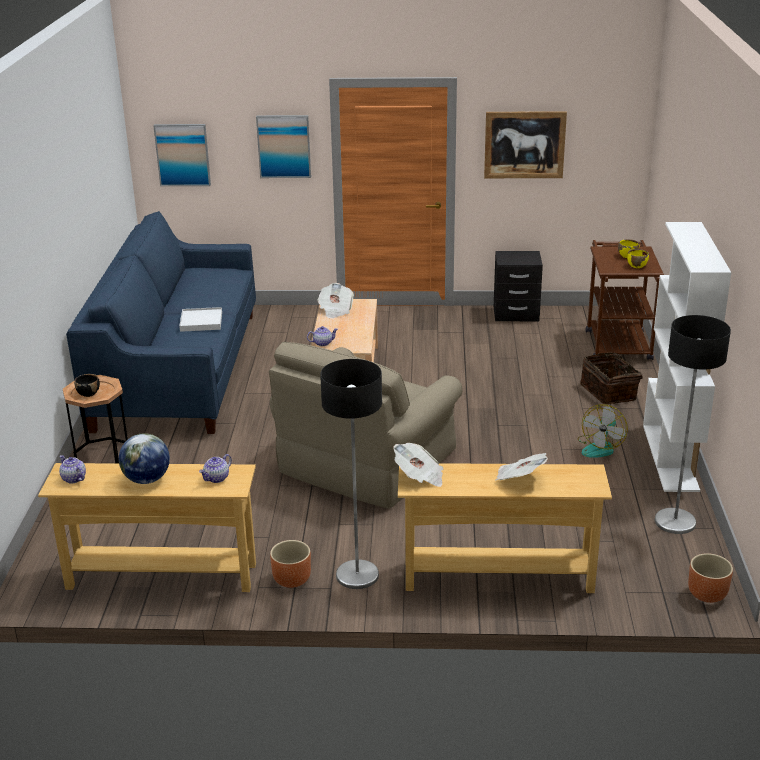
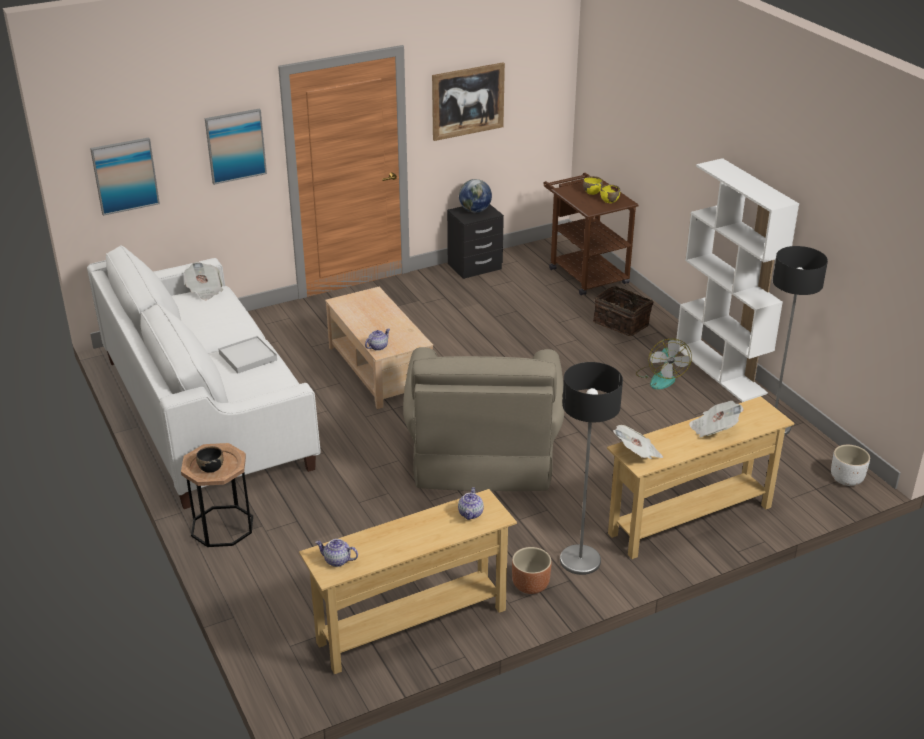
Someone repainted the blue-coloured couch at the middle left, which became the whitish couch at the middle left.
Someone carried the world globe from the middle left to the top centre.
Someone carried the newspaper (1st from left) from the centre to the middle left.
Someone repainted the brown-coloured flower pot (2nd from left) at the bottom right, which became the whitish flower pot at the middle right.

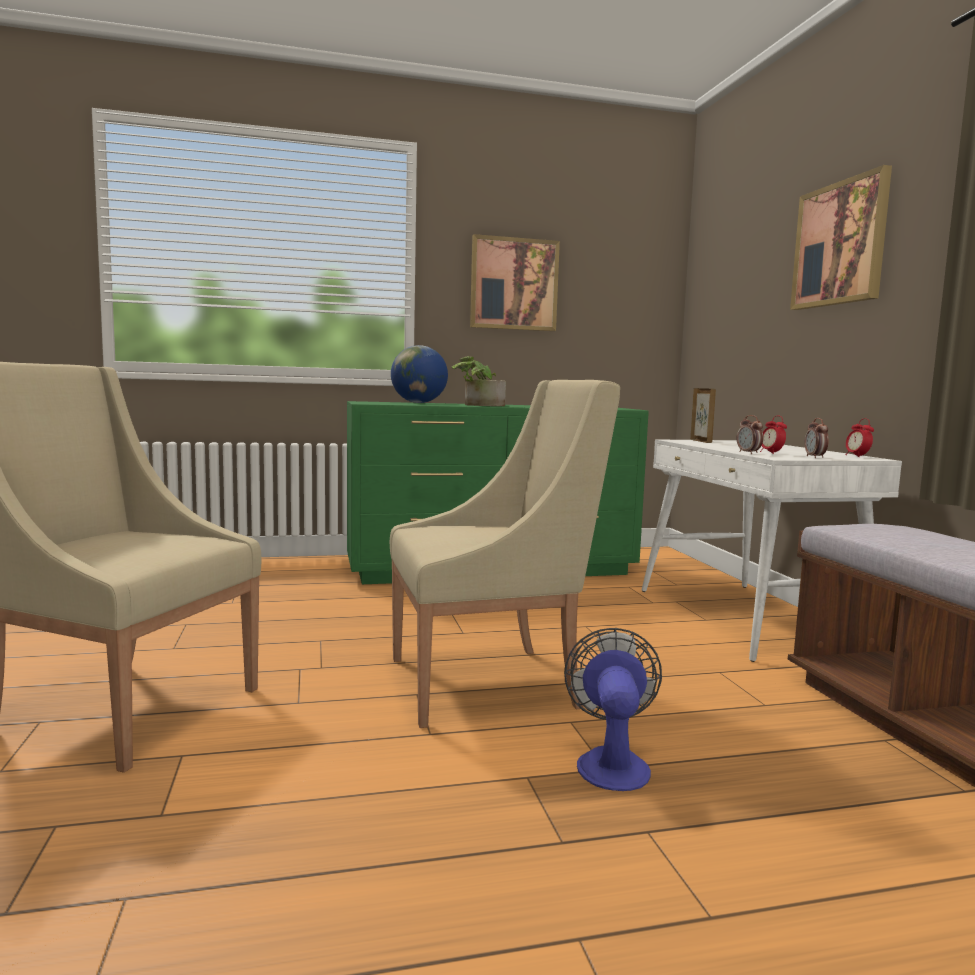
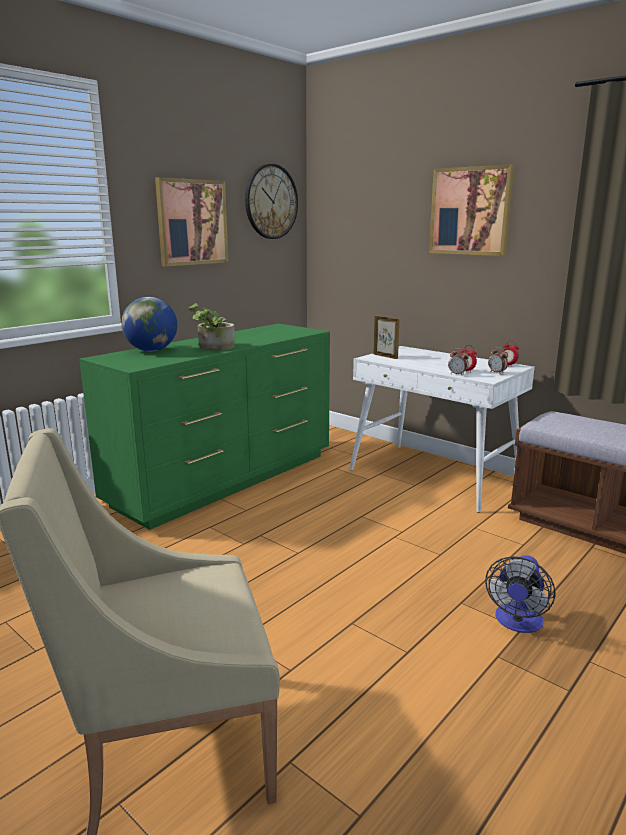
Someone took away the sand-coloured lounge chair (2nd from left) at the centre.
Someone rotated the fan at the bottom centre by 120 degrees counterclockwise.
Someone put up the wall clock at the top centre.

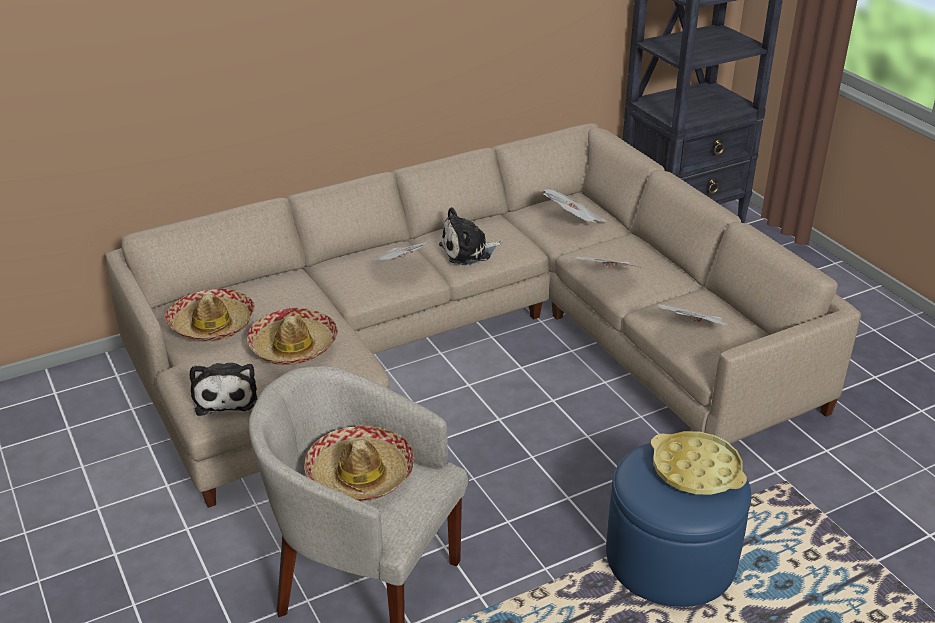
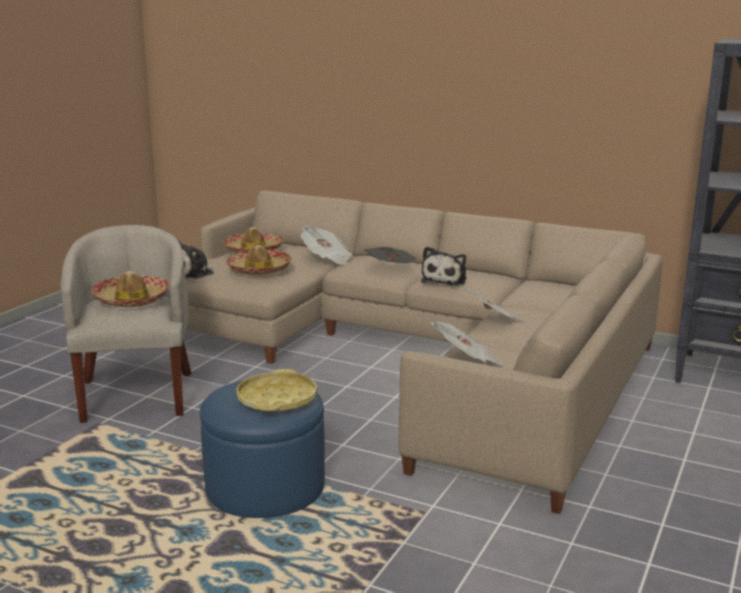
Someone rotated the cuddly toy (2nd from left) at the centre by 105 degrees counterclockwise.
Someone carried the newspaper (2nd from left in the first image) from the top centre to the centre.

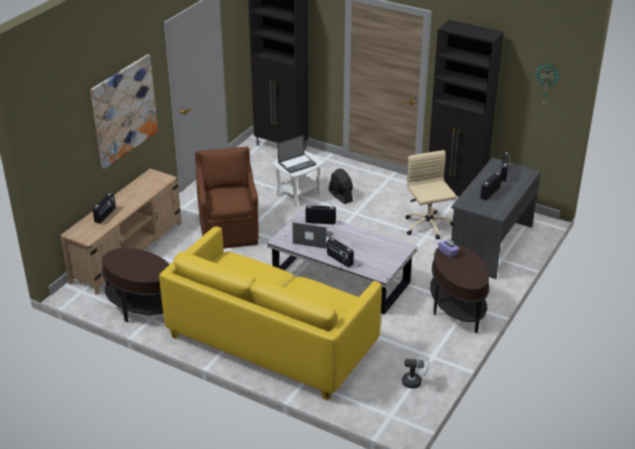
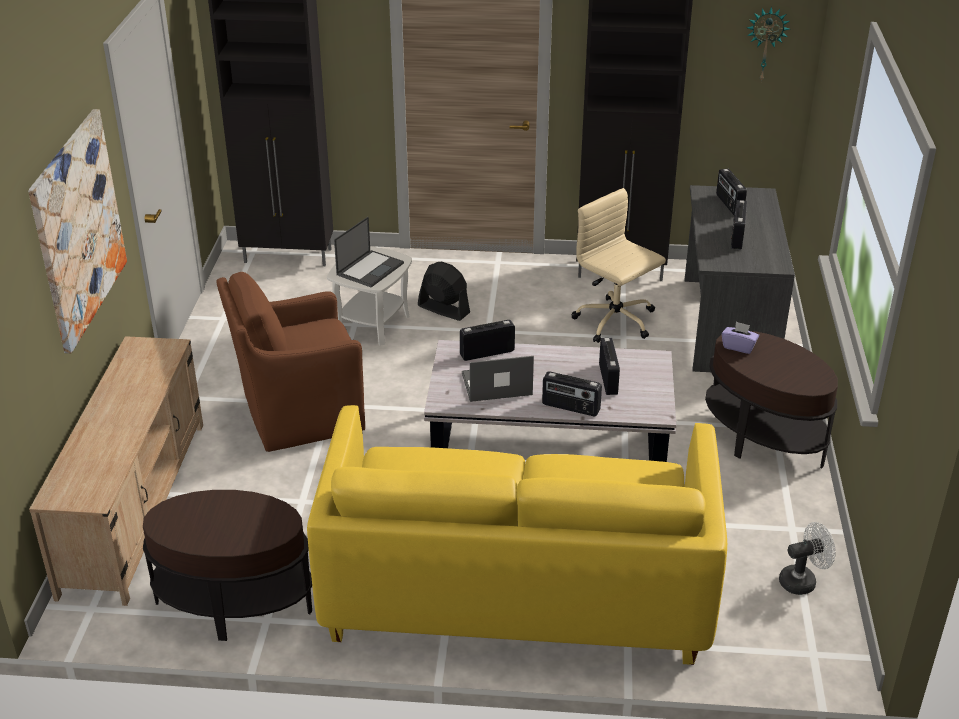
Someone carried the radio receiver (1st from left in the first image) from the middle left to the centre.
Someone rotated the brown-coloured lounge chair at the centre by 75 degrees counterclockwise.

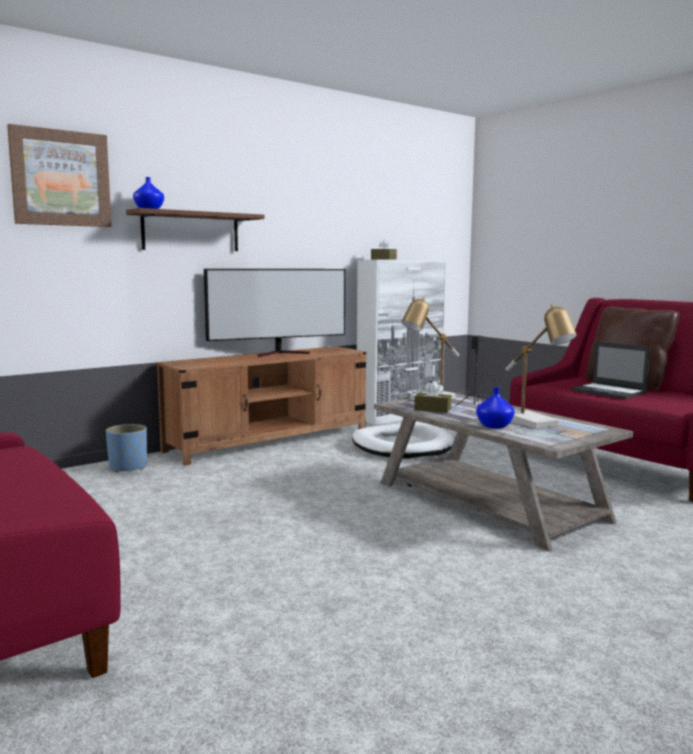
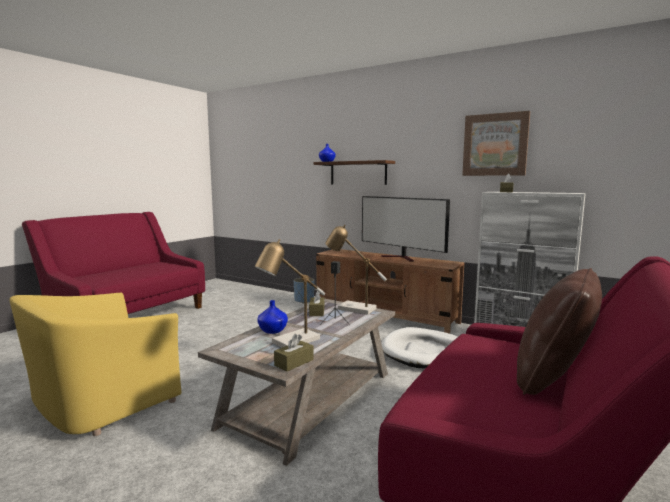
Someone carried the wall picture from the top left to the top right.
Someone took away the portable computer at the middle right.
Someone put down the yellow lounge chair at the bottom left.
Someone put down the brown-coloured box of tissues (1st from left) at the bottom centre.

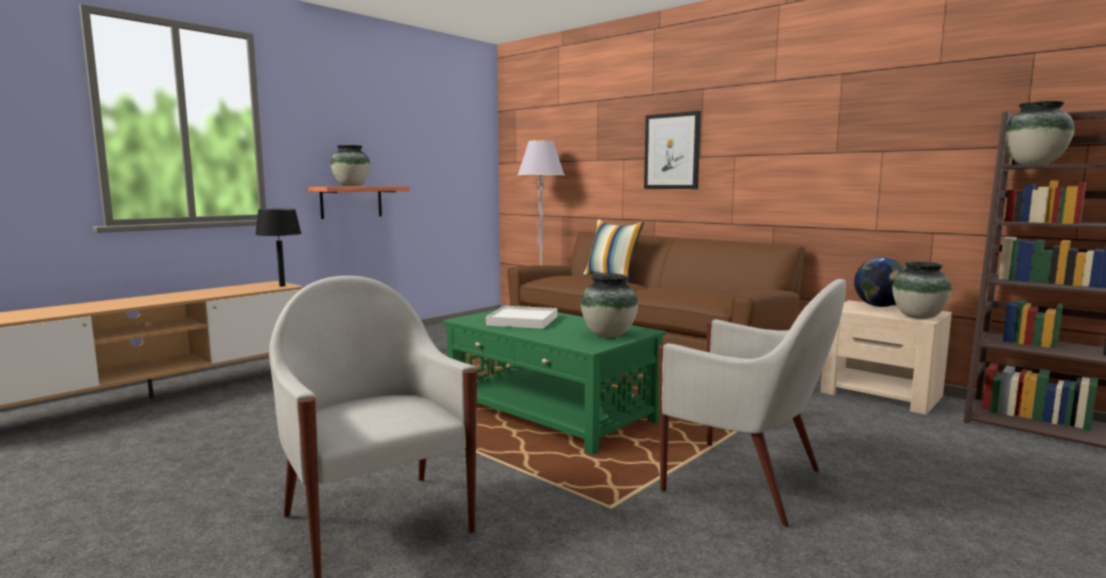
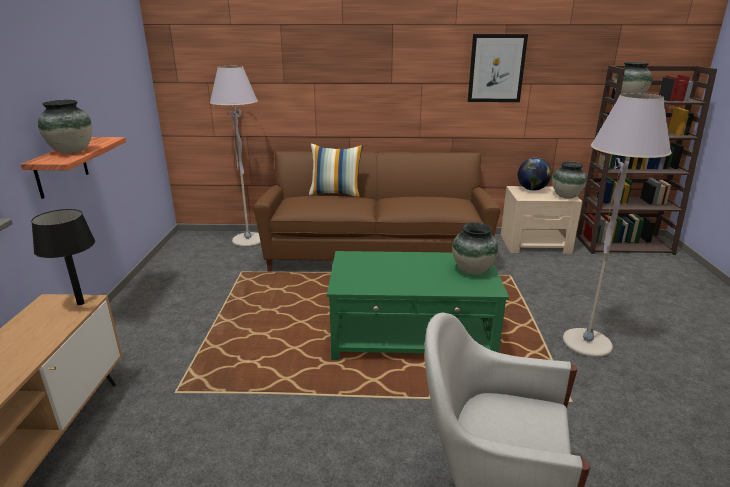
Someone took away the whitish serving tray at the centre.
Someone carried the wall picture from the top centre to the top right.
Someone swapped the whitish lounge chair (2nd from left) at the bottom right for the grey standing lamp (2nd from left) at the middle right.

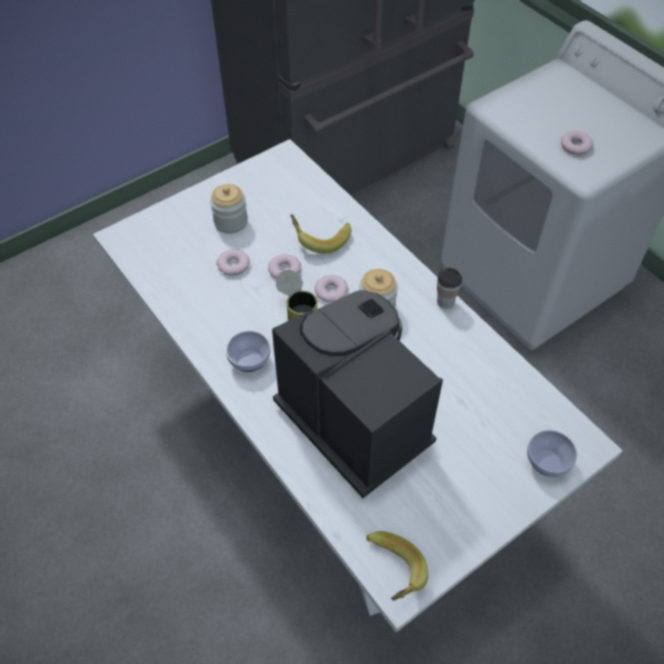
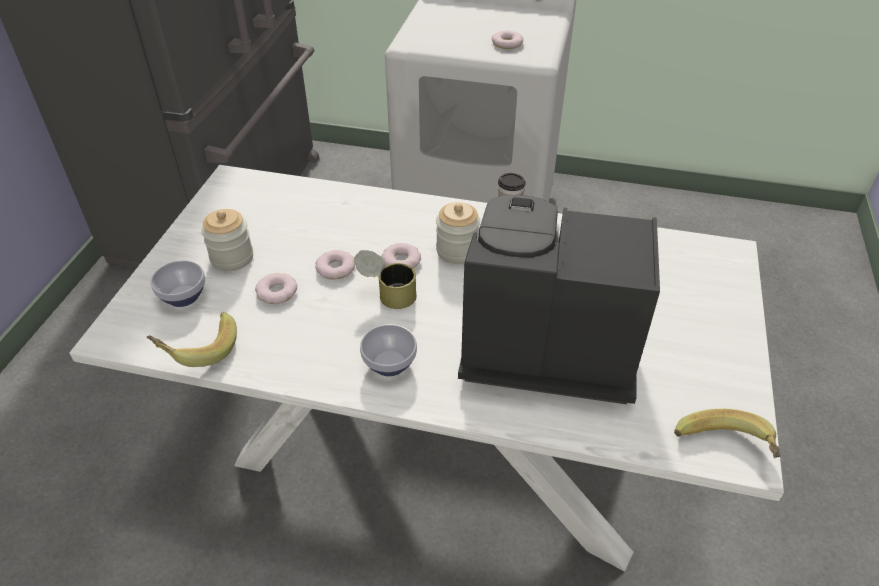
Someone carried the whole banana (1st from left) from the centre to the middle left.
Someone carried the bowl (2nd from left in the first image) from the bottom right to the middle left.

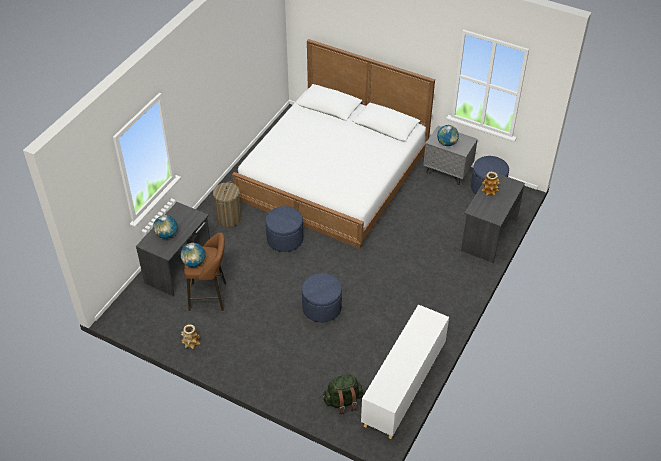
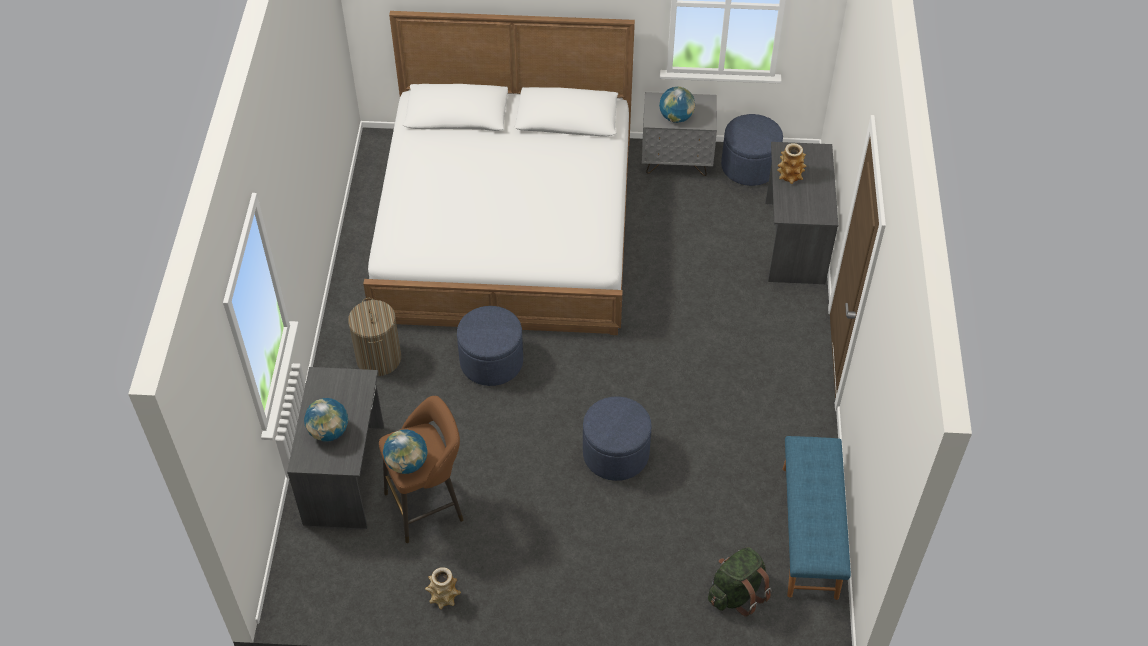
Someone swapped the whitish storage cabinet at the bottom centre for the blue-coloured bench at the bottom right.

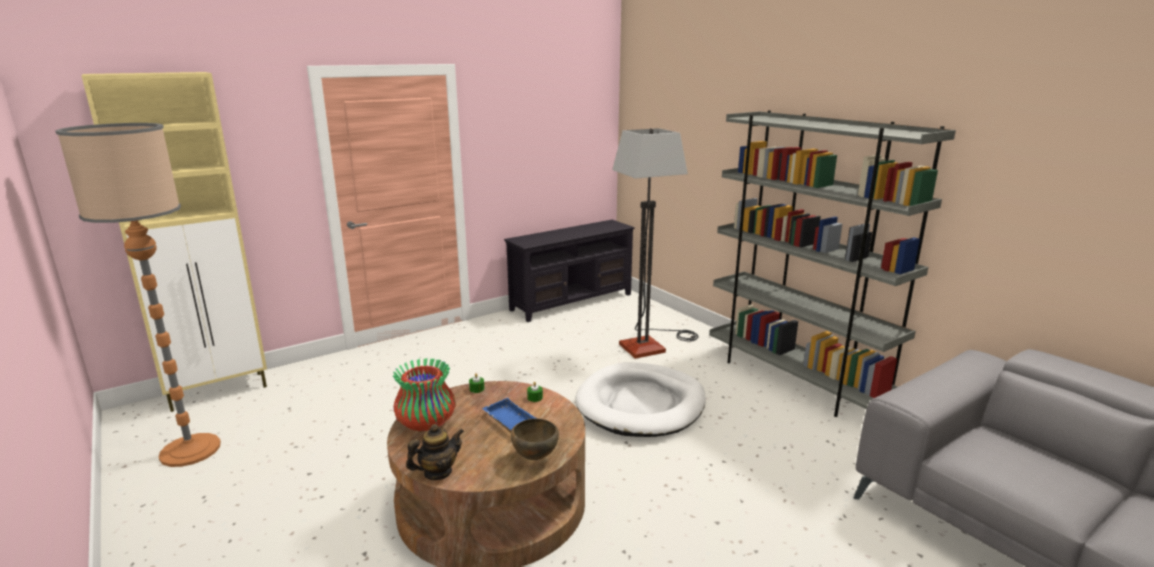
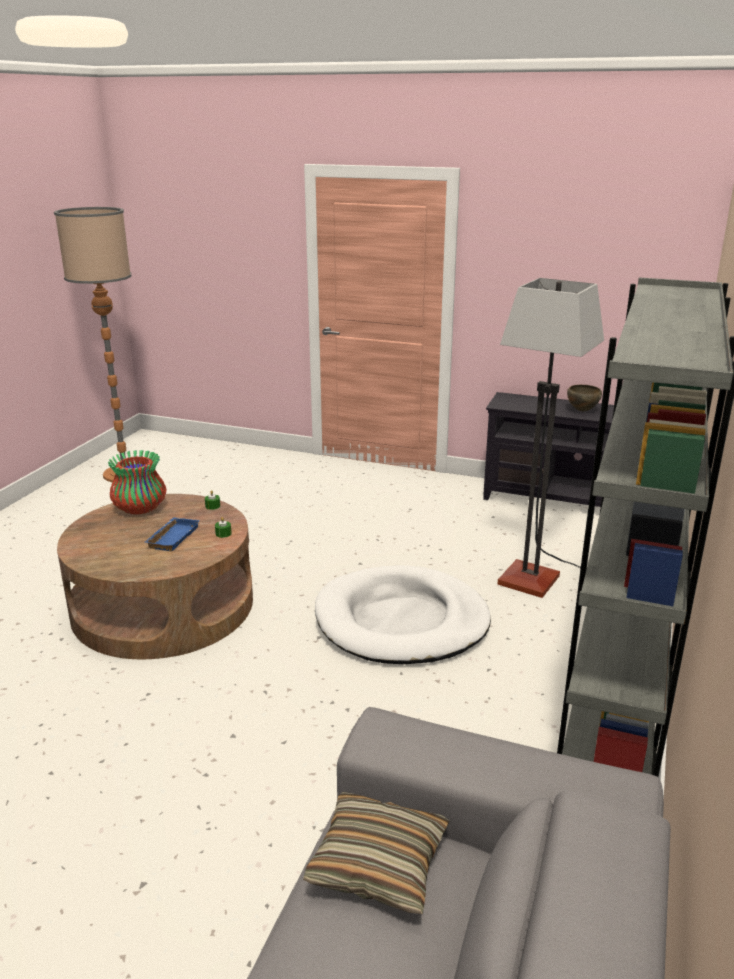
Someone took away the sand-coloured storage cabinet at the middle left.
Someone took away the pot for tea at the bottom centre.
Someone carried the brown-coloured bowl from the bottom centre to the middle right.
Someone put down the throw pillow at the bottom centre.

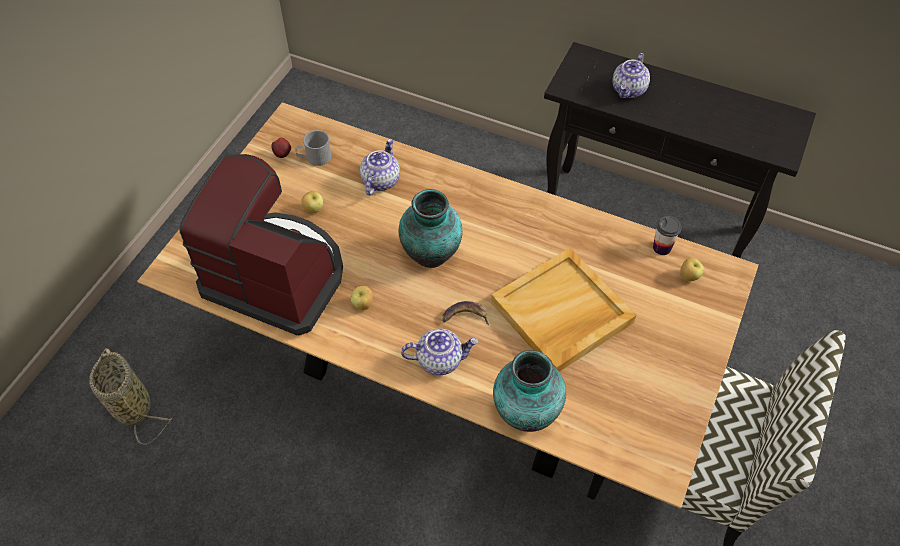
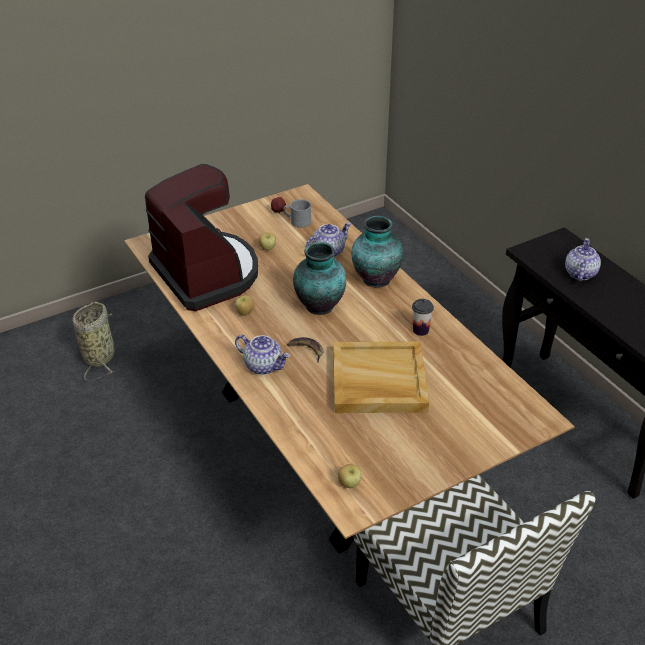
Someone carried the vase (2nd from left) from the bottom centre to the centre.
Someone rotated the pot for tea (3rd from left) at the top right by 135 degrees clockwise.
Someone carried the cup from the middle right to the centre.
Someone carried the apple (4th from left) from the middle right to the bottom centre.

